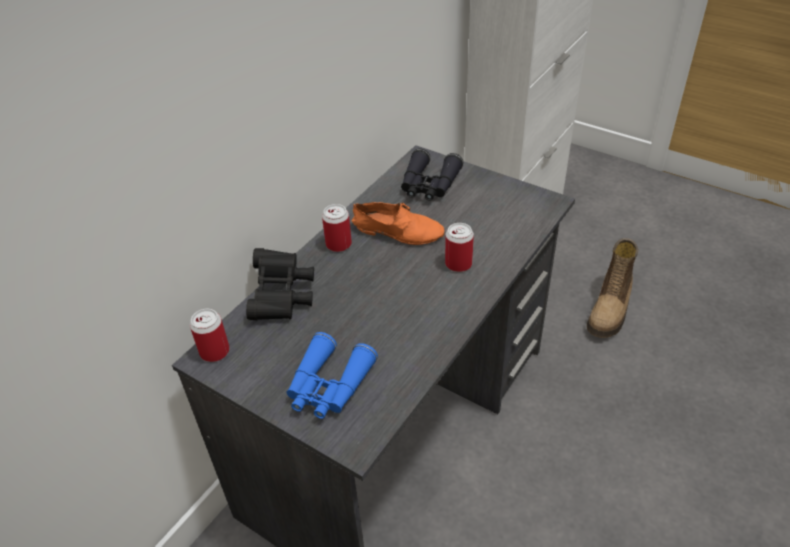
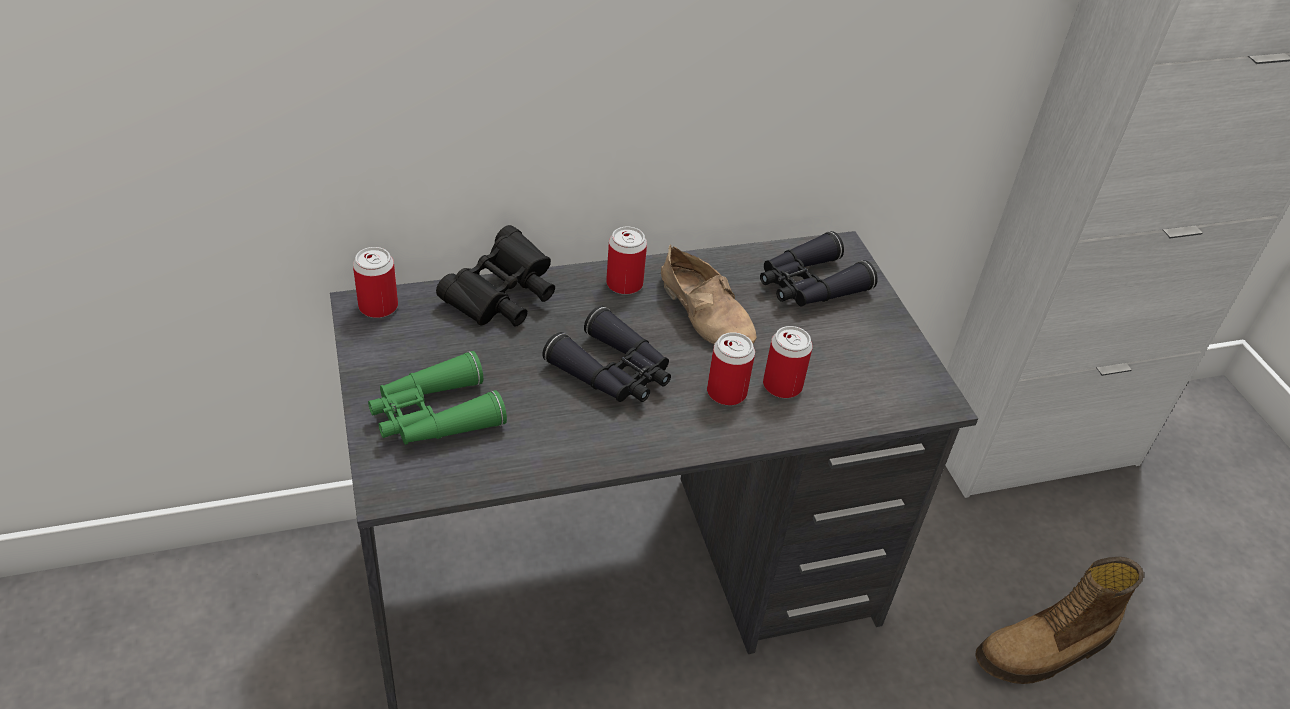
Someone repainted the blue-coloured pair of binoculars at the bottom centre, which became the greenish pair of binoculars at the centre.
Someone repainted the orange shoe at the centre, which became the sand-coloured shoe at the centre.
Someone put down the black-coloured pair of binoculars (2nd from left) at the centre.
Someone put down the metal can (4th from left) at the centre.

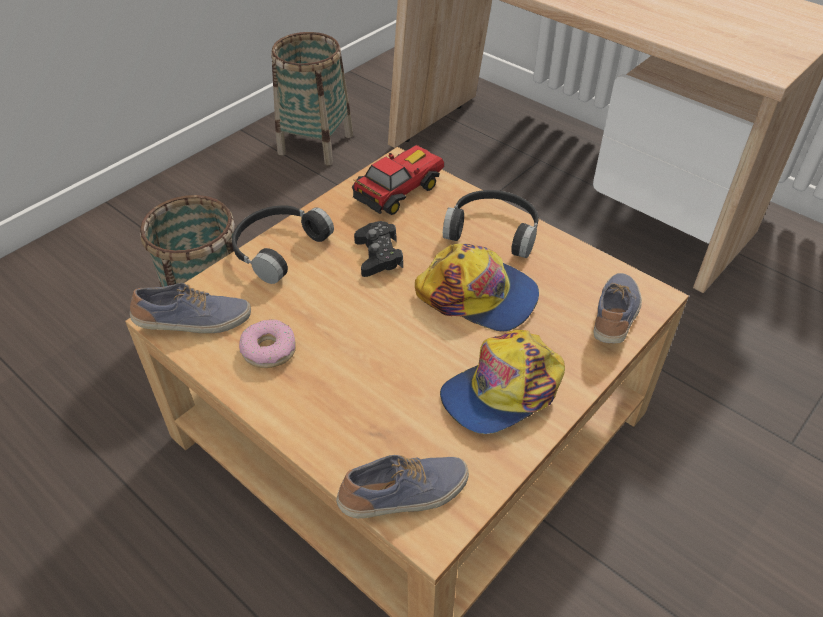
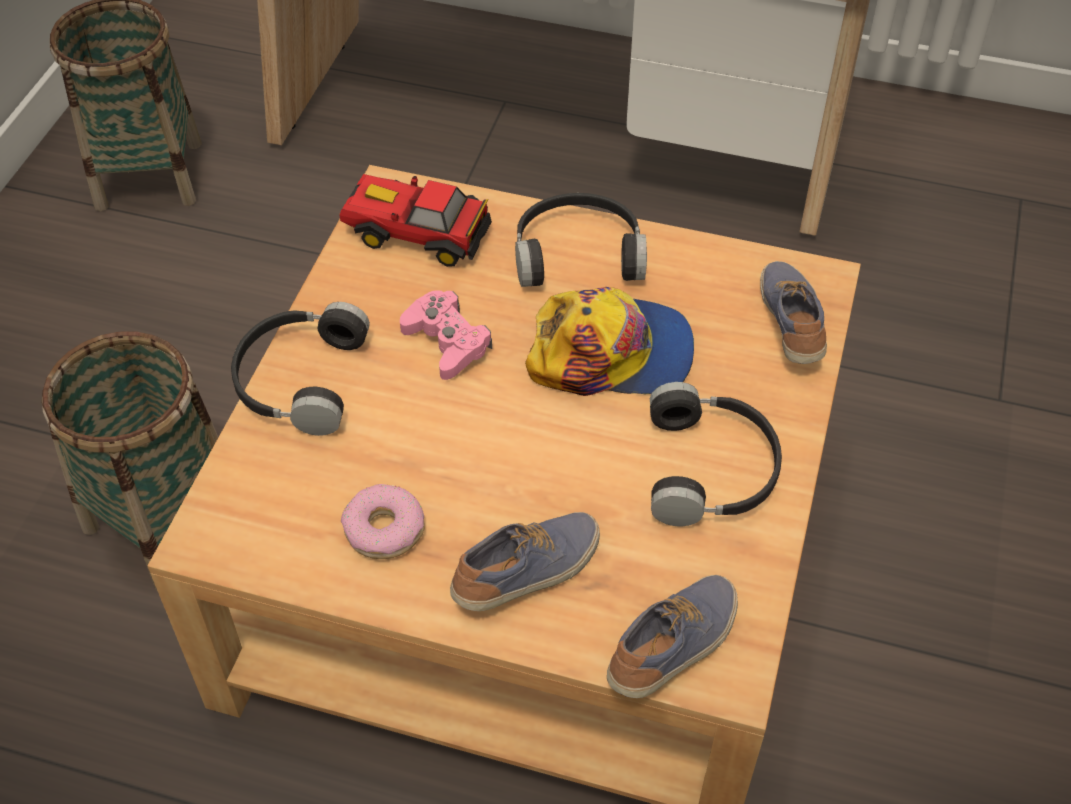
Someone carried the shoe (1st from left) from the middle left to the bottom centre.
Someone rotated the model car at the top centre by 90 degrees counterclockwise.
Someone repainted the black-coloured gamepad at the centre, which became the pink-coloured gamepad at the centre.
Someone swapped the baseball cap (2nd from left) at the centre for the black-coloured headphones (3rd from left) at the middle right.

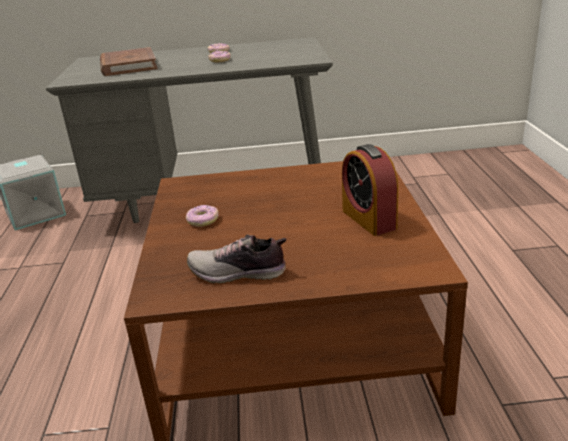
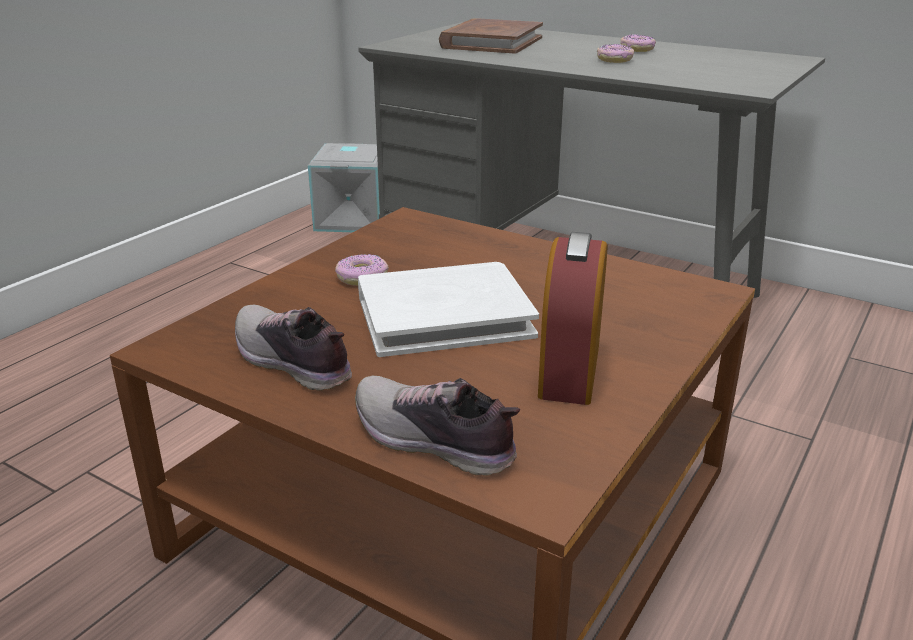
Someone put down the shoe (2nd from left) at the centre.
Someone put down the whitish book at the centre.

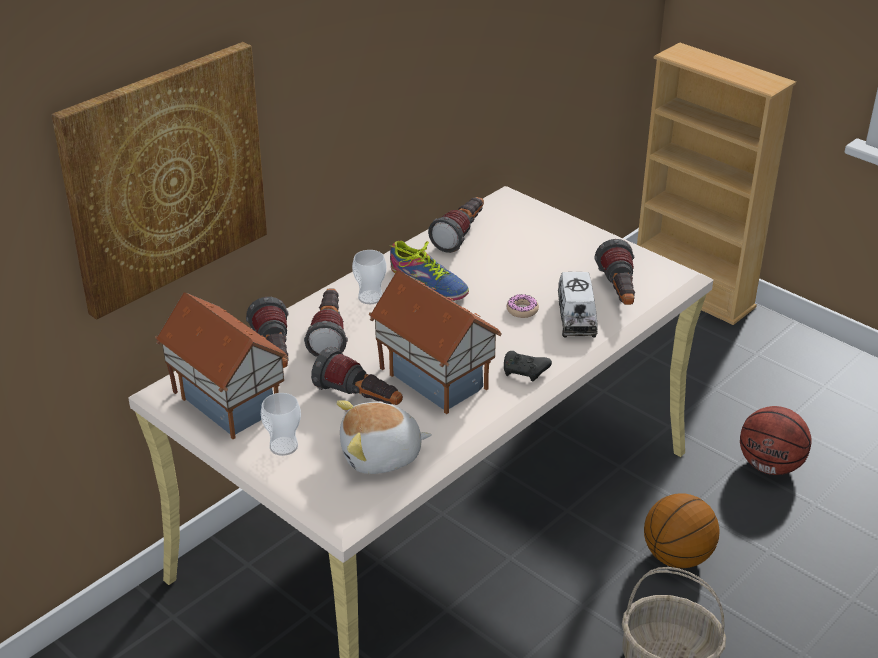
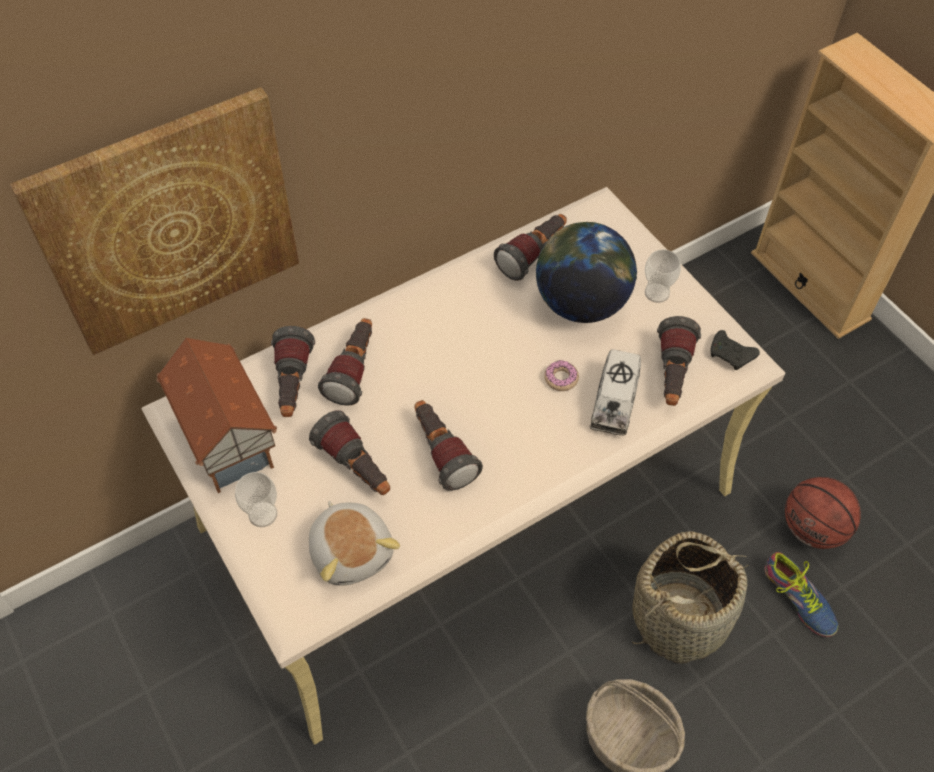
Someone rotated the cuddly toy at the centre by 120 degrees counterclockwise.
Someone carried the cup (2nd from left) from the centre to the middle right.
Someone swapped the miniature house (2nd from left) at the centre for the hand torch (4th from left) at the centre.
Someone carried the shoe from the centre to the bottom right.
Someone carried the black-coloured gamepad from the centre to the middle right.
Someone swapped the basketball ball (1st from left) at the bottom right for the basket (2nd from left) at the bottom right.
Someone put down the world globe at the centre.

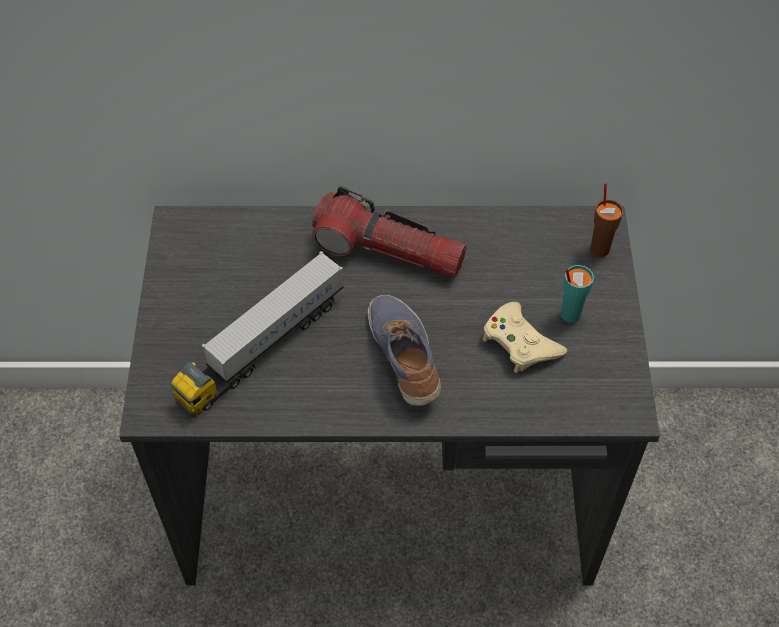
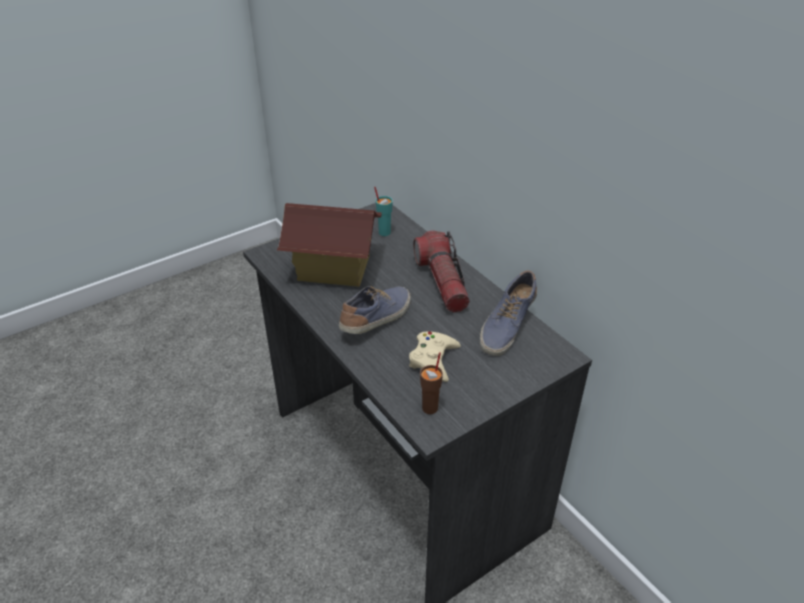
Someone swapped the model truck at the middle left for the miniature house at the centre.
Someone carried the blue-green cup from the middle right to the centre.
Someone carried the brown-coloured cup from the middle right to the centre.
Someone put down the shoe (2nd from left) at the centre.

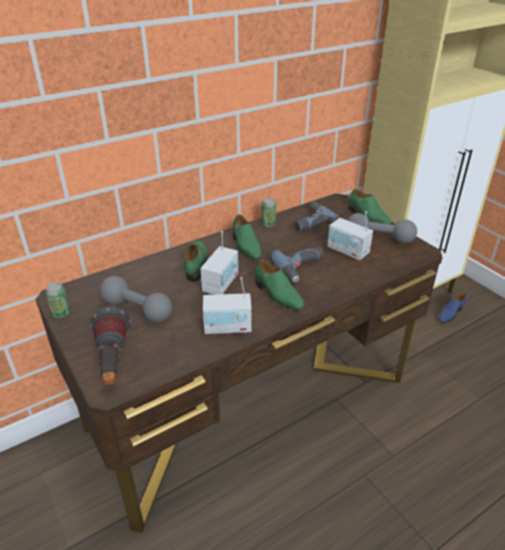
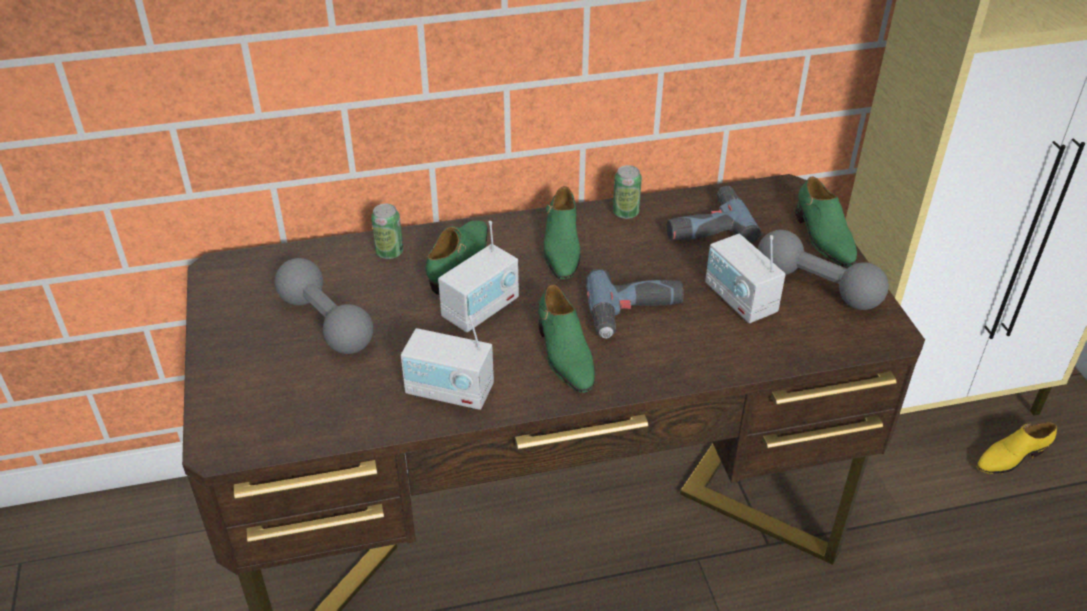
Someone carried the metal can (1st from left) from the middle left to the centre.
Someone took away the hand torch at the middle left.
Someone repainted the blue-coloured shoe at the middle right, which became the yellow shoe at the bottom right.

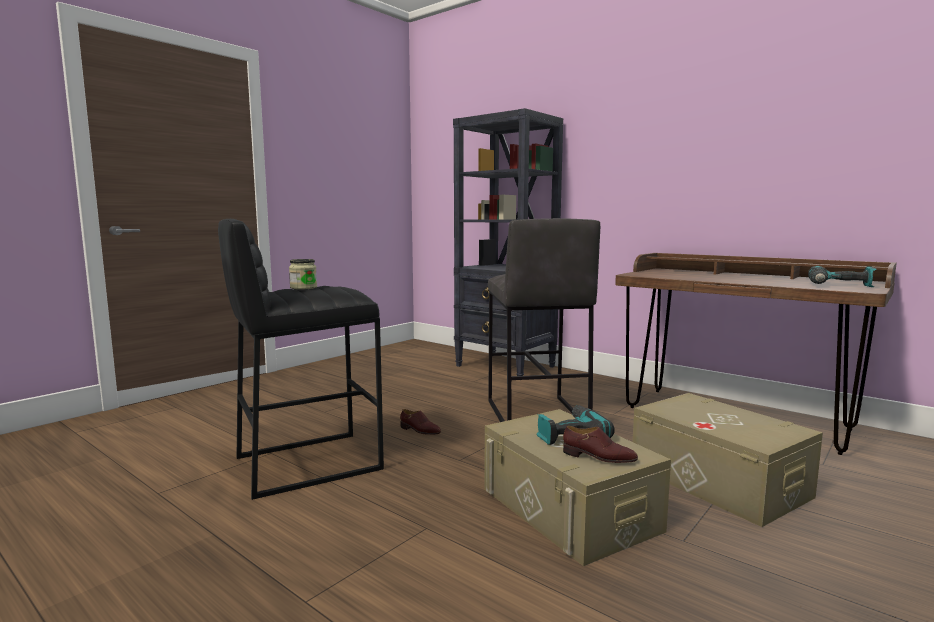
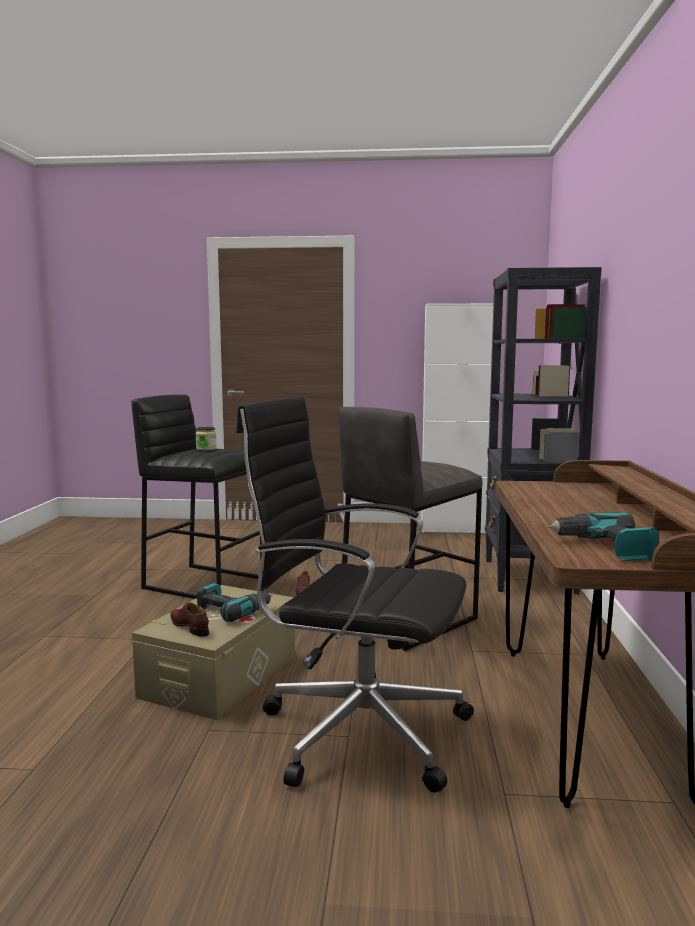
Someone rotated the brown-coloured shoe (2nd from left in the first image) at the bottom centre by 150 degrees clockwise.
Someone swapped the sand-coloured storage bin (2nd from left) at the bottom right for the black-coloured computer chair at the centre.
Someone put down the whitish storage cabinet at the centre.

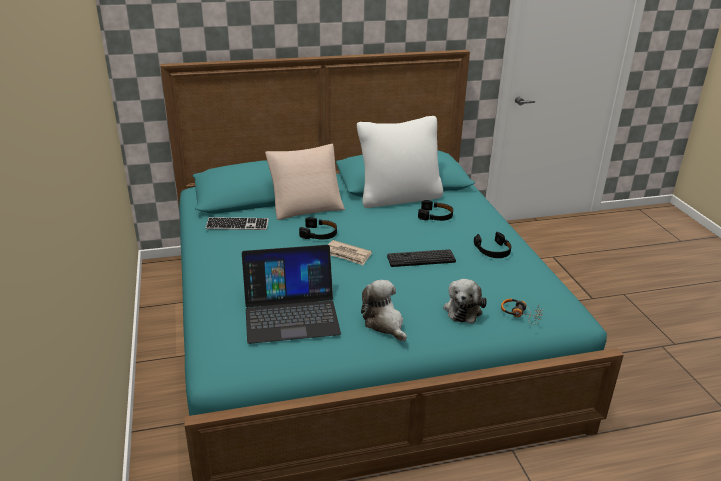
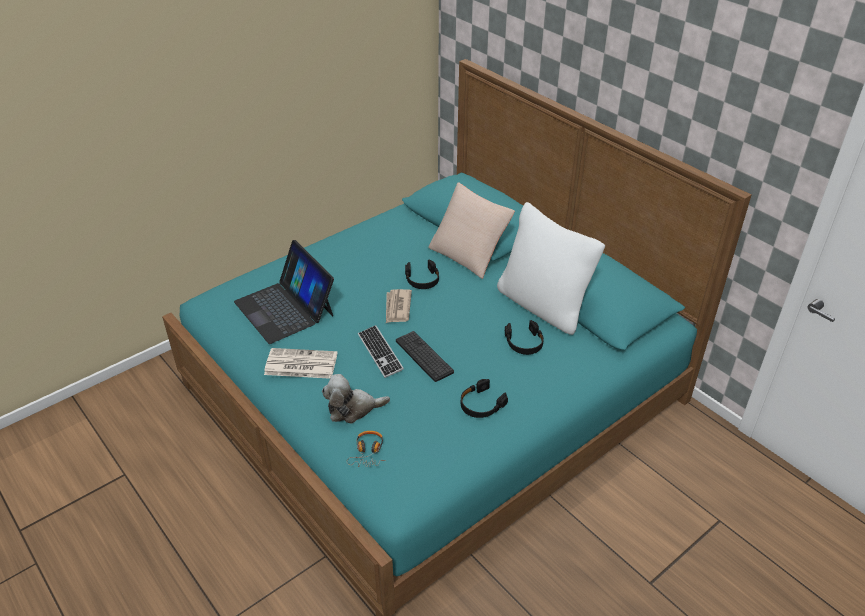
Someone carried the computer keyboard (1st from left) from the middle left to the centre.
Someone swapped the cuddly toy (1st from left) at the centre for the newspaper (1st from left) at the centre.

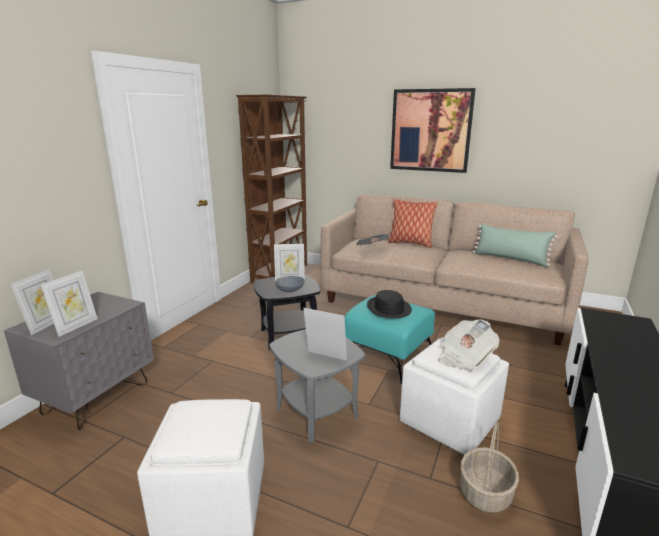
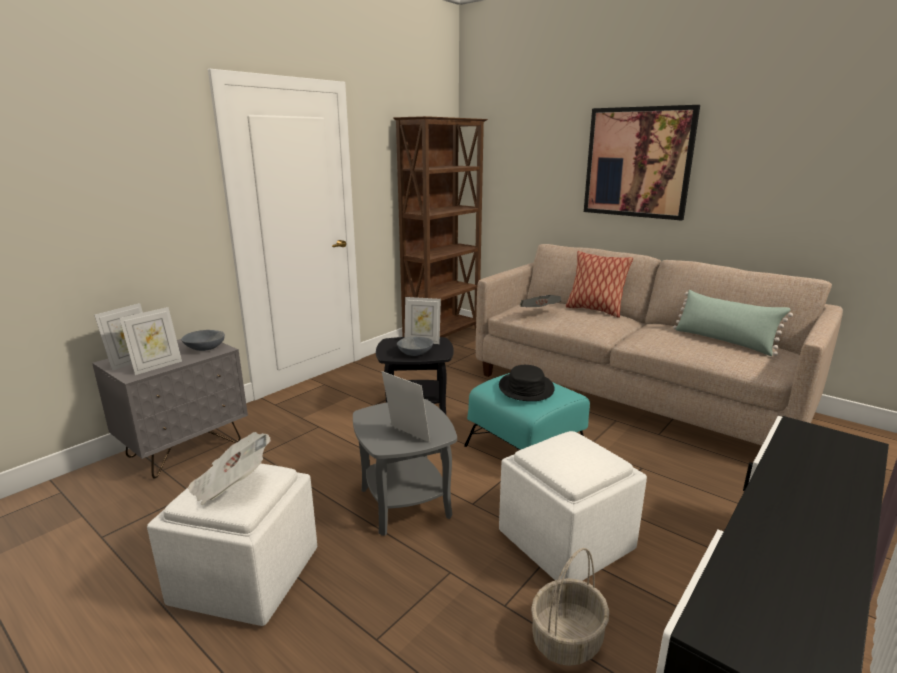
Someone carried the newspaper (2nd from left in the first image) from the middle right to the bottom left.
Someone put down the grey bowl (1st from left) at the middle left.

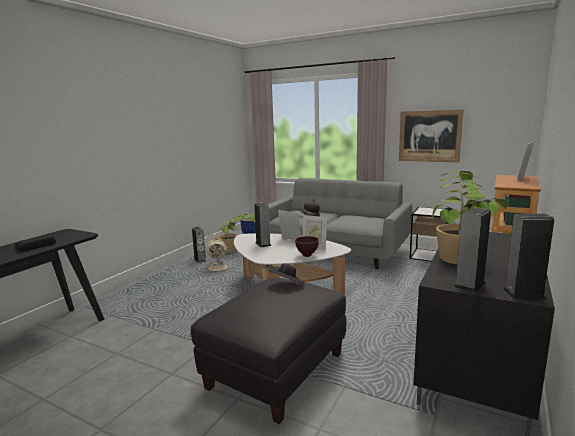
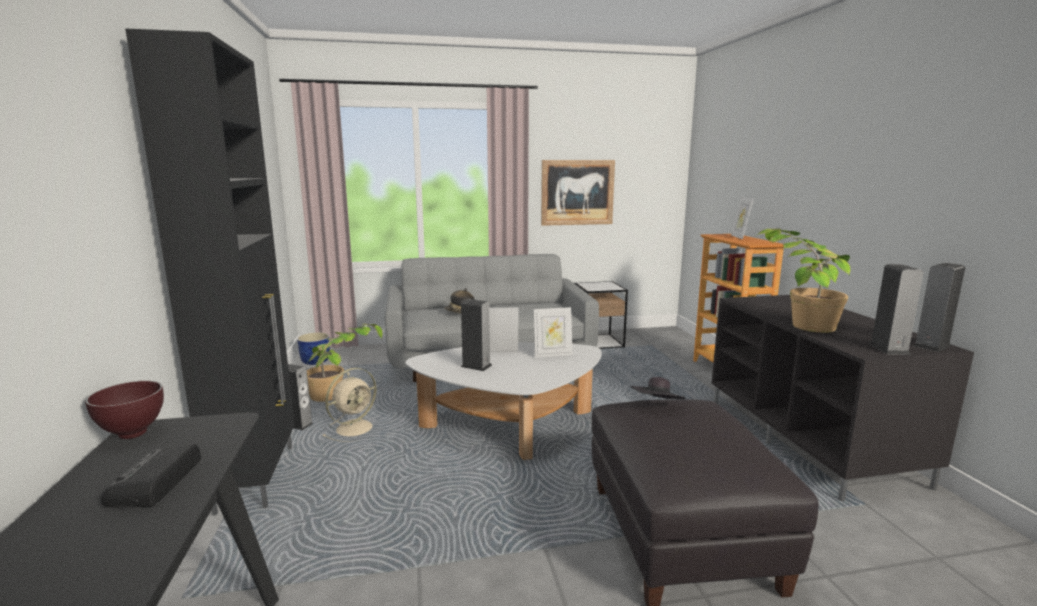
Someone carried the brown-coloured bowl from the centre to the bottom left.
Someone put down the black-coloured storage cabinet at the middle left.

